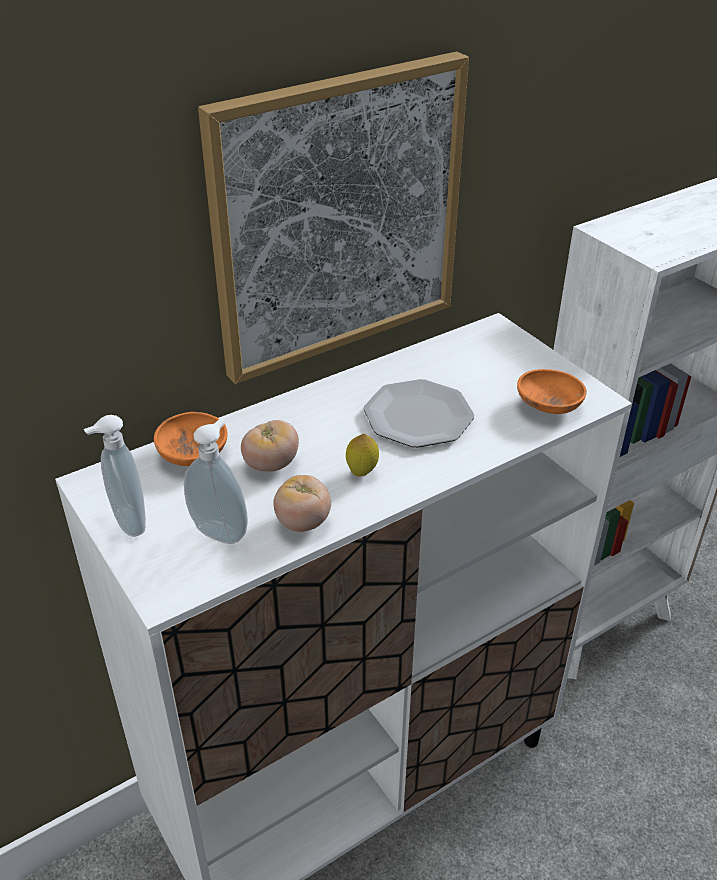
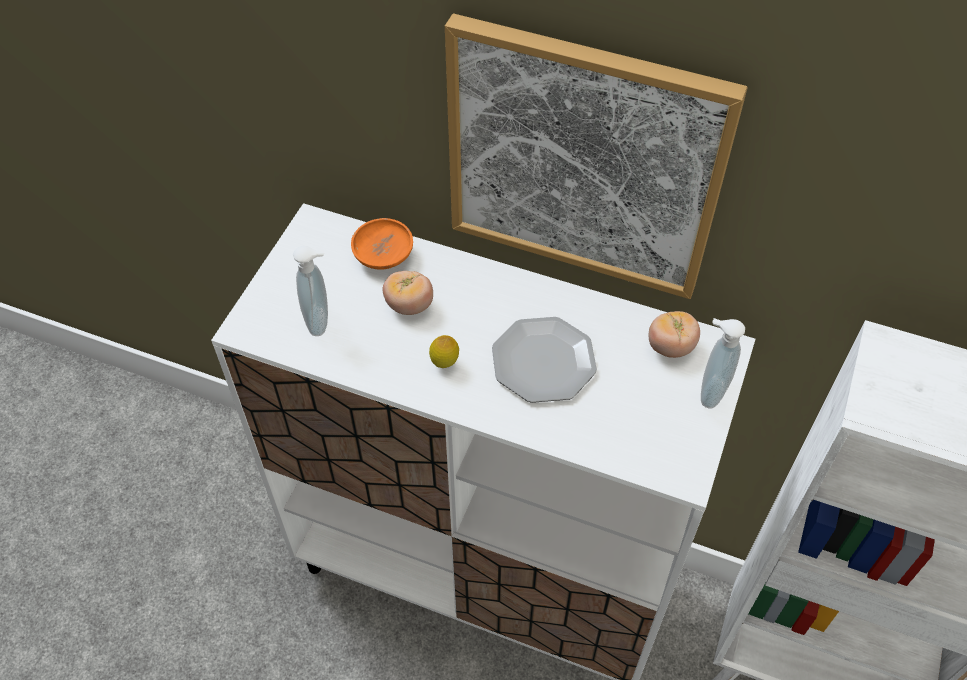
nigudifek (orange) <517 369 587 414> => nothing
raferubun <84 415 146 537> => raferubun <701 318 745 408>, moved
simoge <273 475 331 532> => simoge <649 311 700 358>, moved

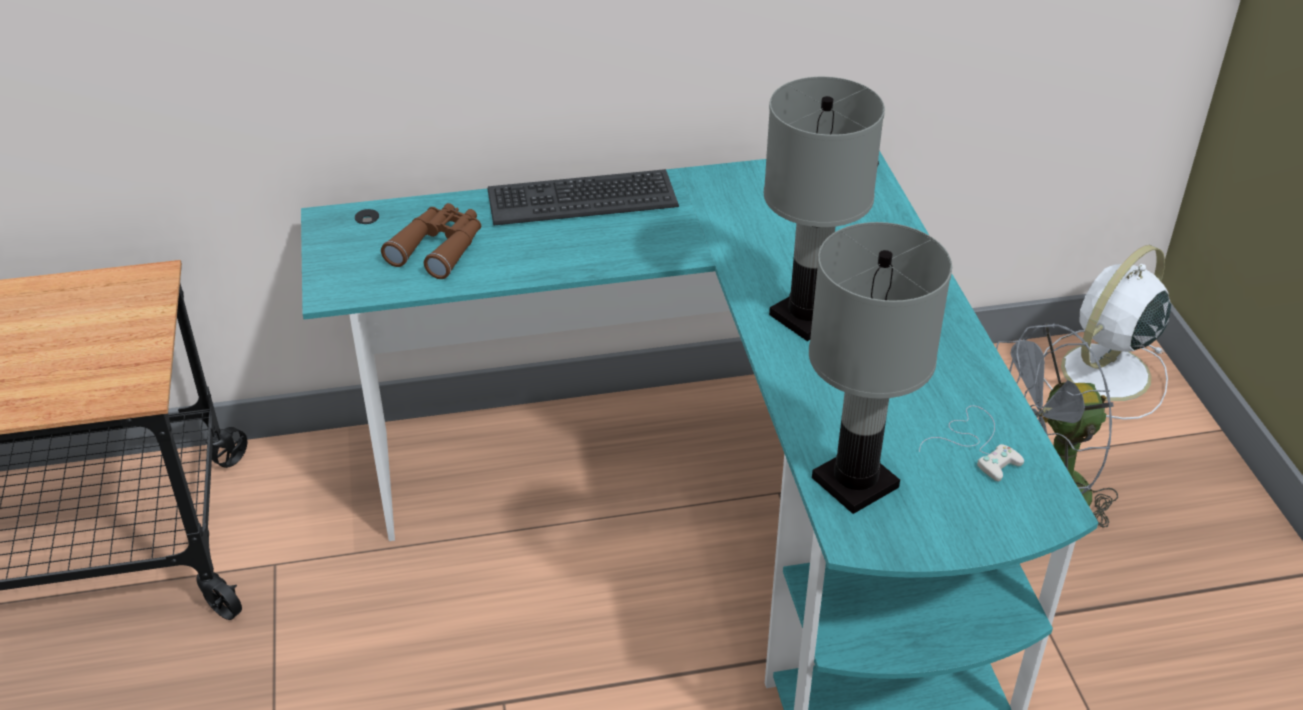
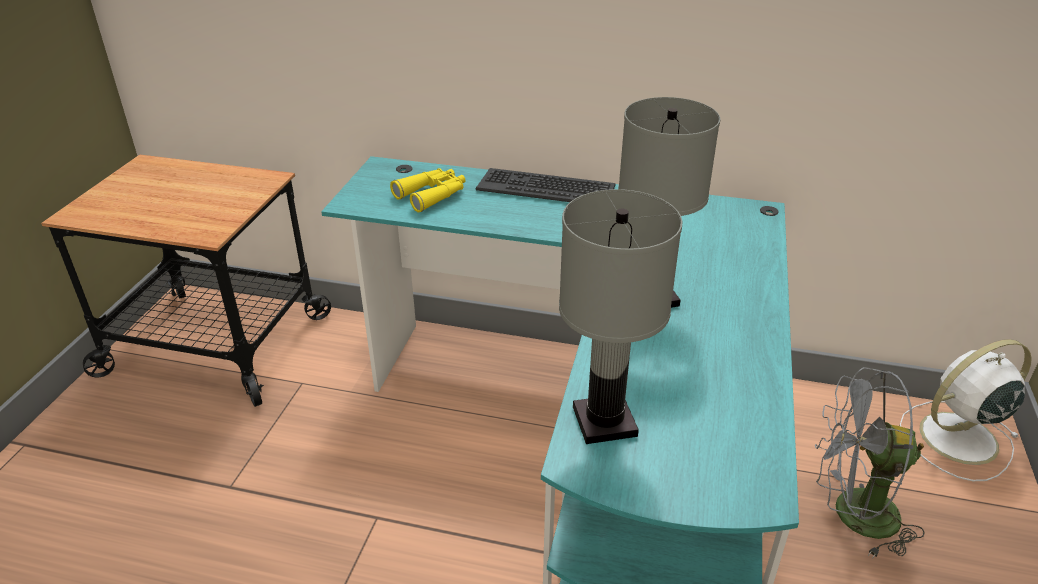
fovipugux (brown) <381 203 481 279> => fovipugux (yellow) <390 168 465 212>
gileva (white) <919 406 1024 481> => nothing

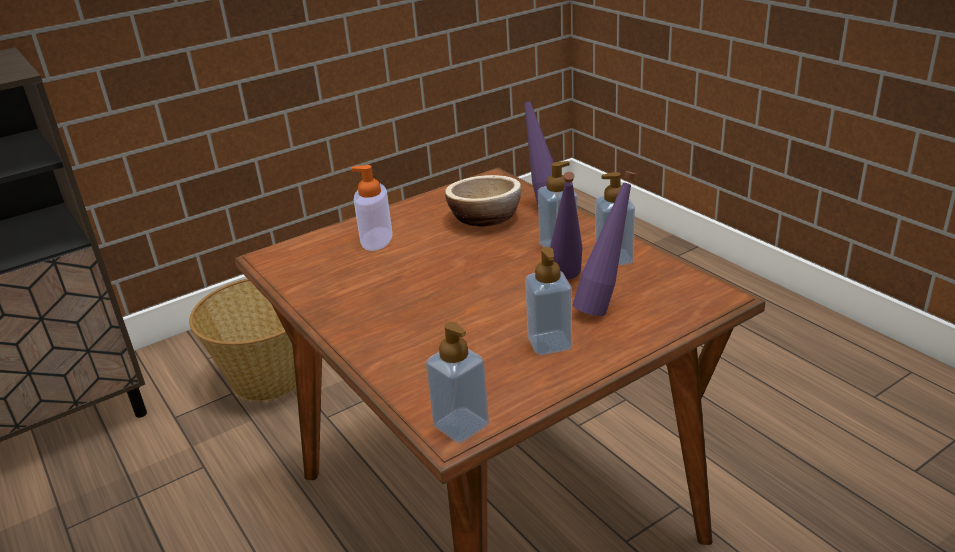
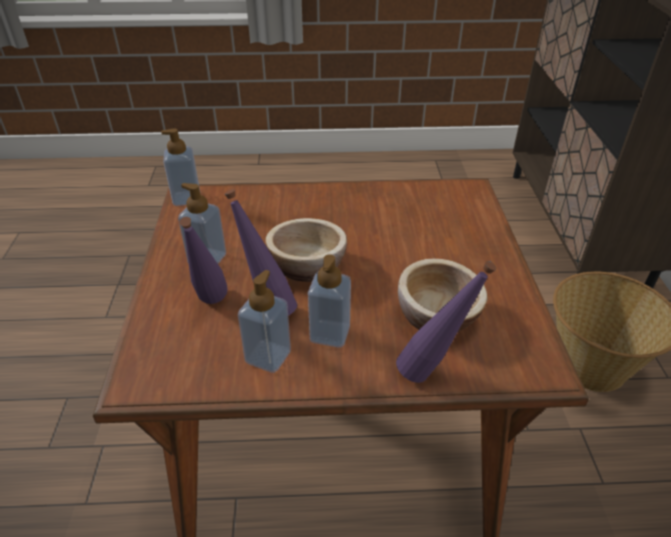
raferubun <352 165 392 251> => nothing
nothing => nigudifek <265 218 347 282>

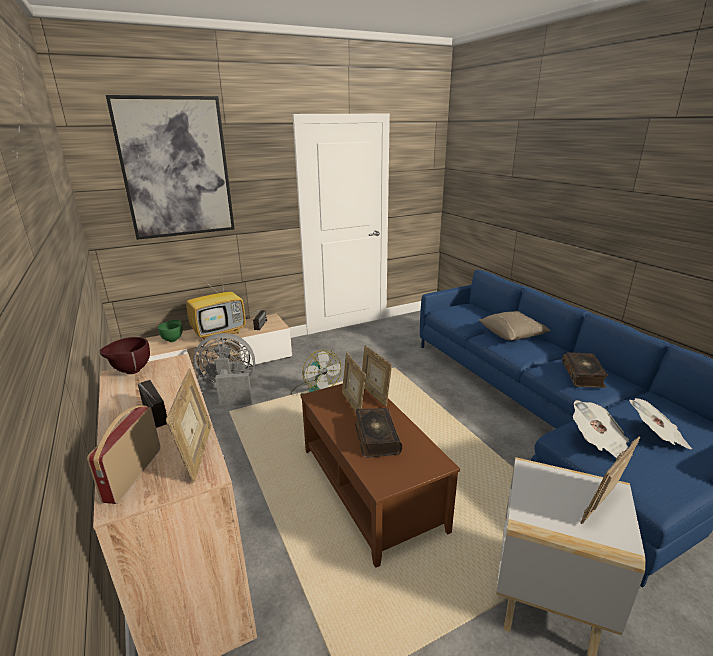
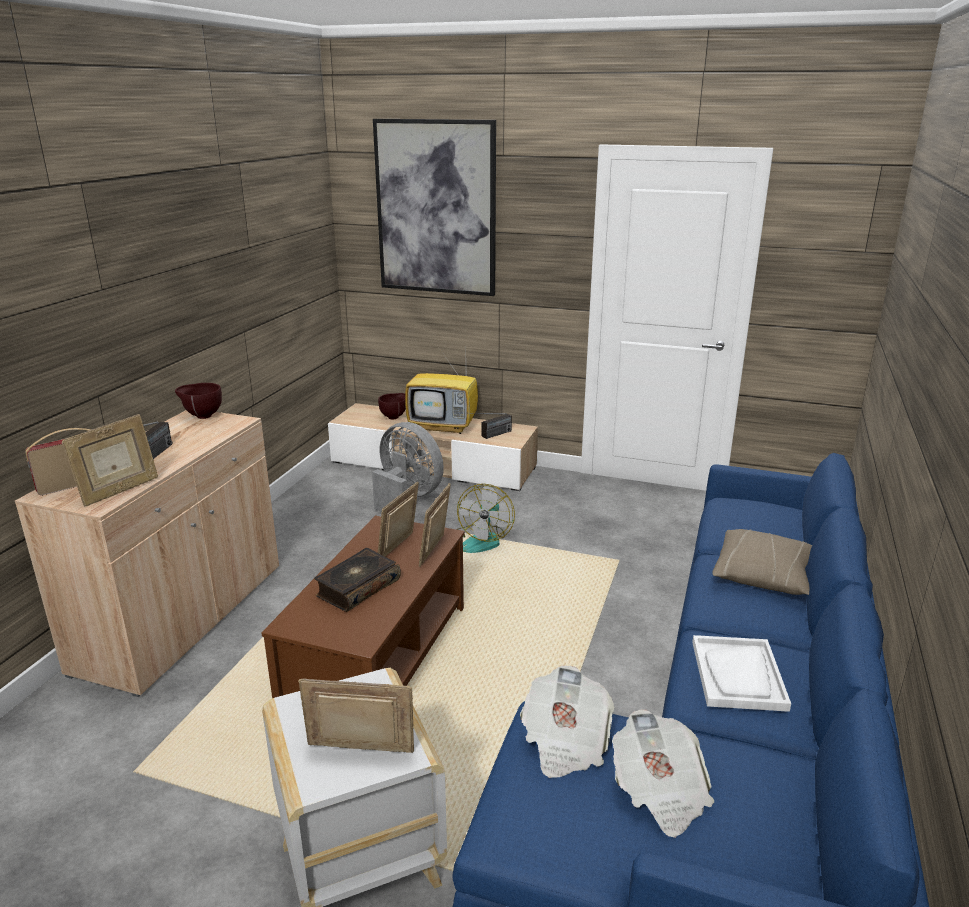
nigudifek (green) <158 320 183 342> => nigudifek (brown) <378 393 406 419>
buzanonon <562 352 608 388> => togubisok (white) <692 635 791 712>

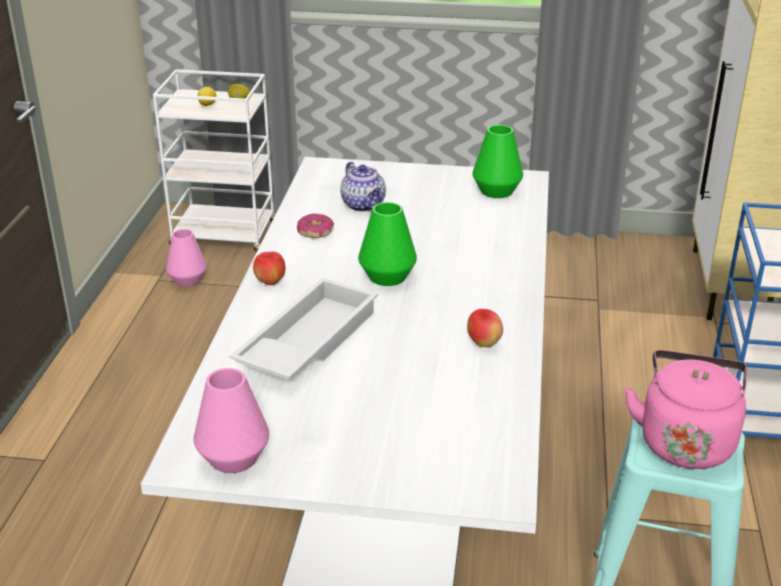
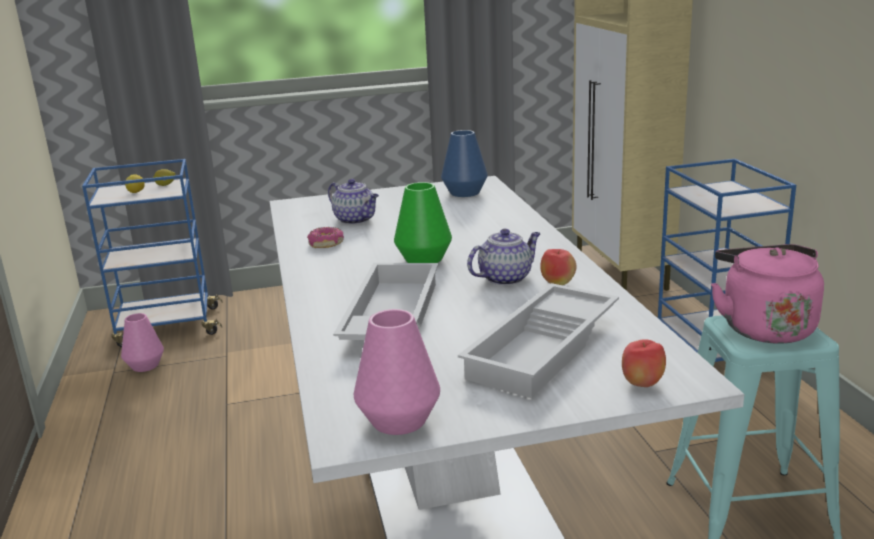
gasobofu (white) <153 69 276 253> => gasobofu (blue) <82 159 223 347>
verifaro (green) <472 125 523 198> => verifaro (blue) <441 130 488 197>
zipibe <253 251 285 285> => zipibe <622 339 666 387>, moved
nothing => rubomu <467 229 541 286>
nothing => togubisok (white) <458 283 619 398>

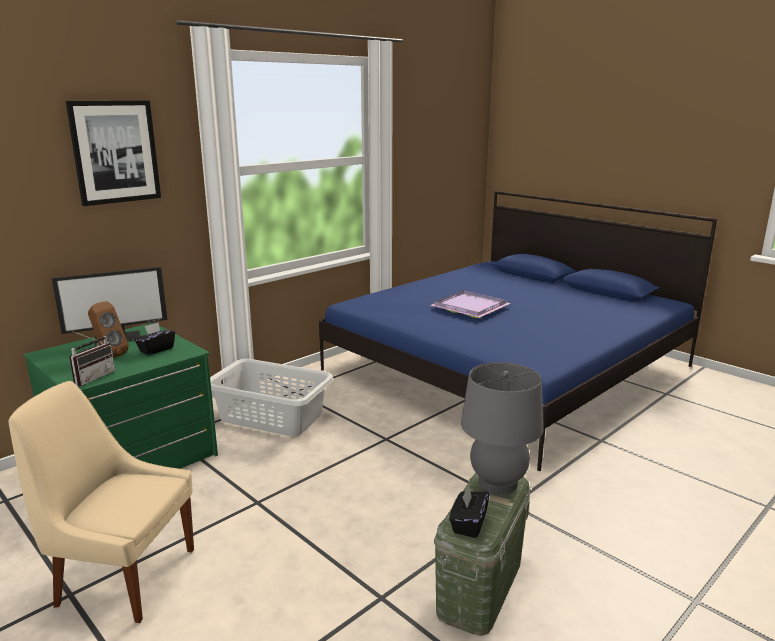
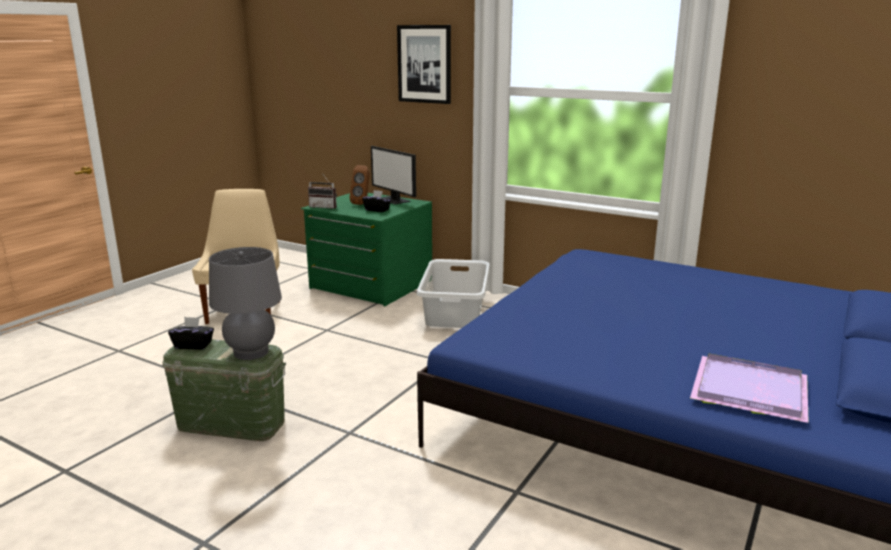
togubisok (purple) <430 290 511 318> => togubisok (purple) <690 353 809 423>, moved

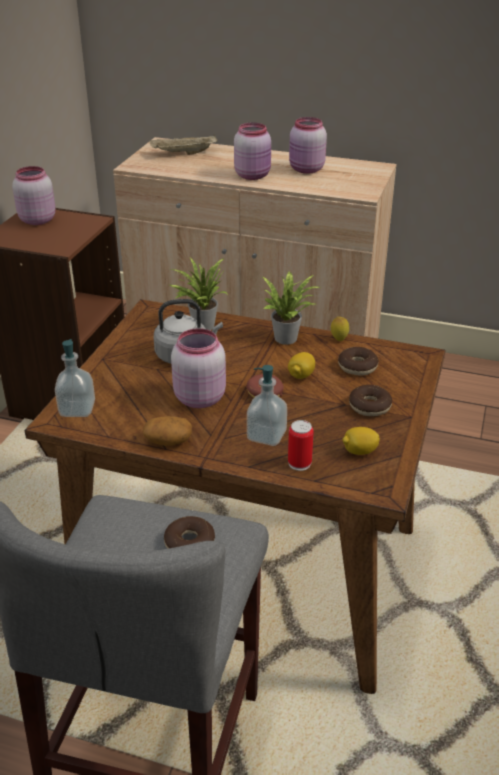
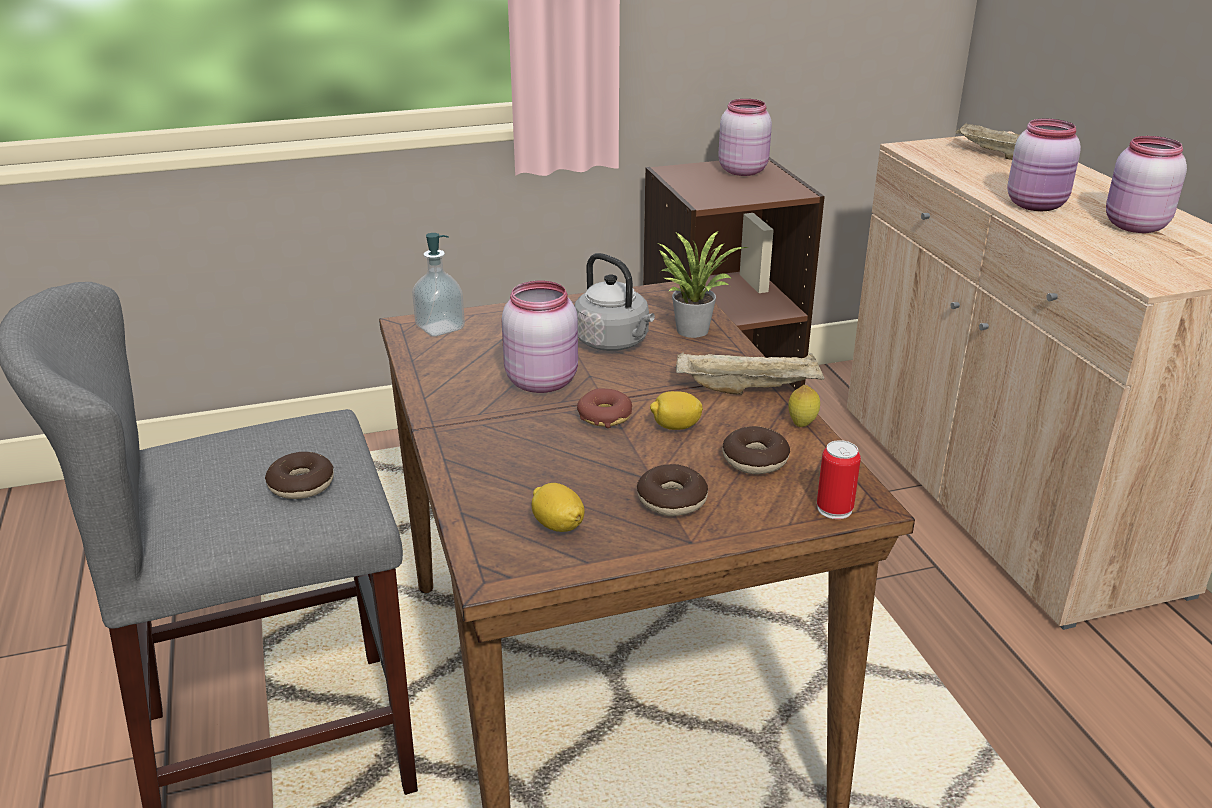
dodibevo <262 272 322 345> => togubisok (beige) <676 351 825 395>
raferubun <247 365 287 446> => nothing
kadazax <143 416 192 446> => nothing
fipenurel <288 420 314 471> => fipenurel <817 440 861 519>, moved

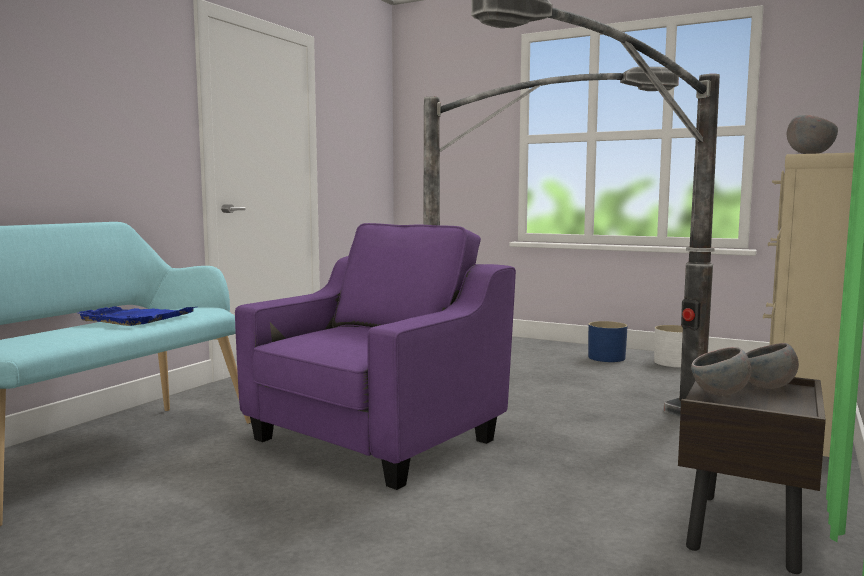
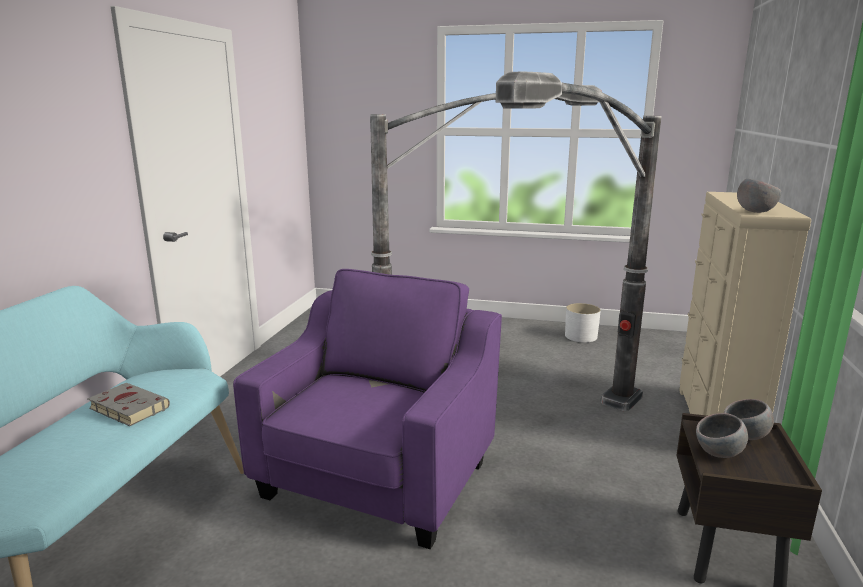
togubisok (blue) <77 306 195 326> => buzanonon (grey) <87 383 170 426>
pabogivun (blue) <588 321 627 362> => nothing

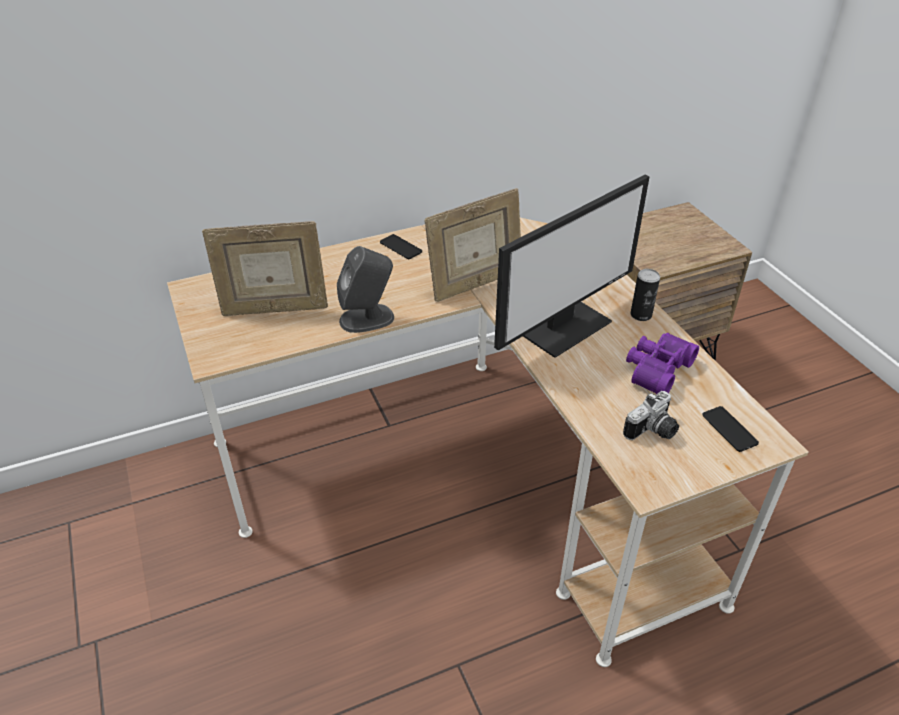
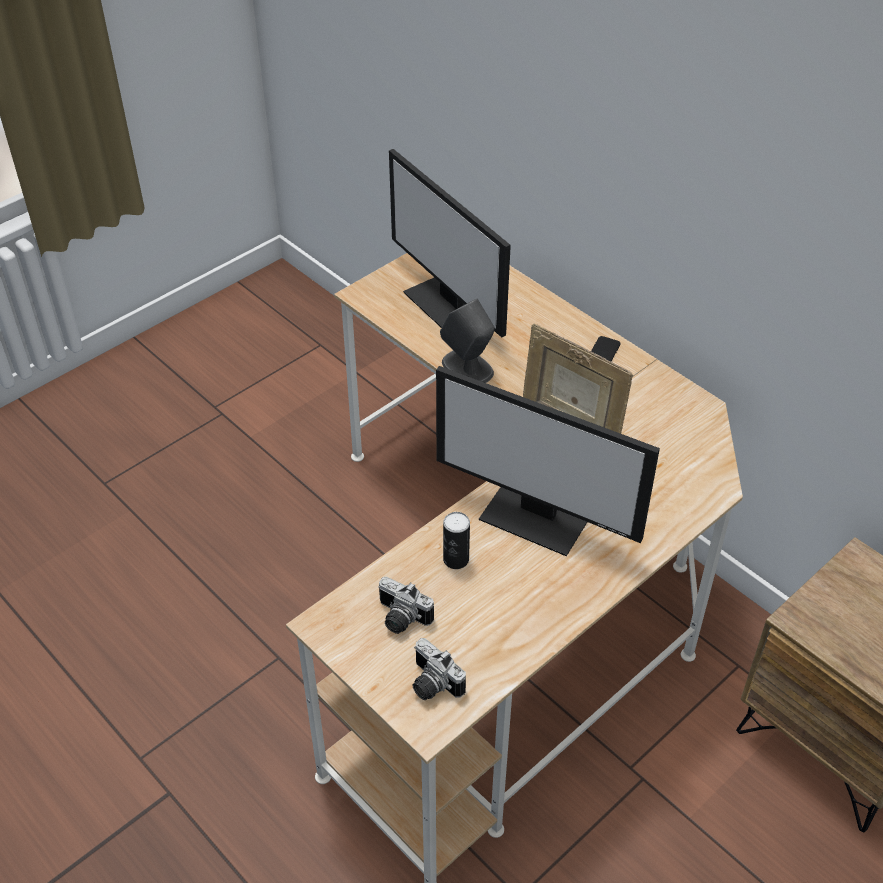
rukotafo <202 221 328 316> => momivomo <389 149 511 338>
fipenurel <630 269 660 321> => fipenurel <443 512 470 569>, moved
fovipugux (purple) <626 333 699 394> => nothing
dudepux <702 406 759 452> => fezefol <413 638 466 700>

